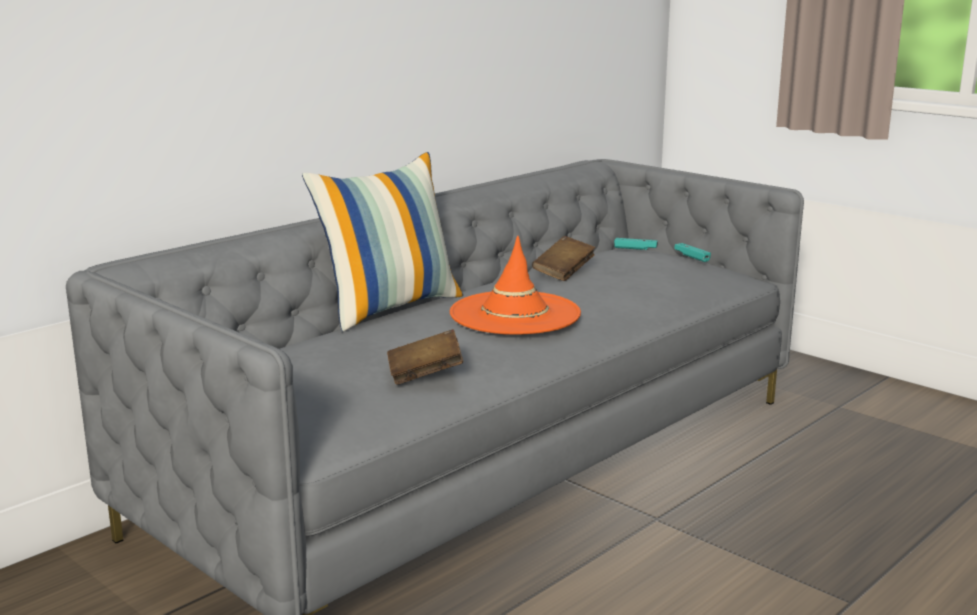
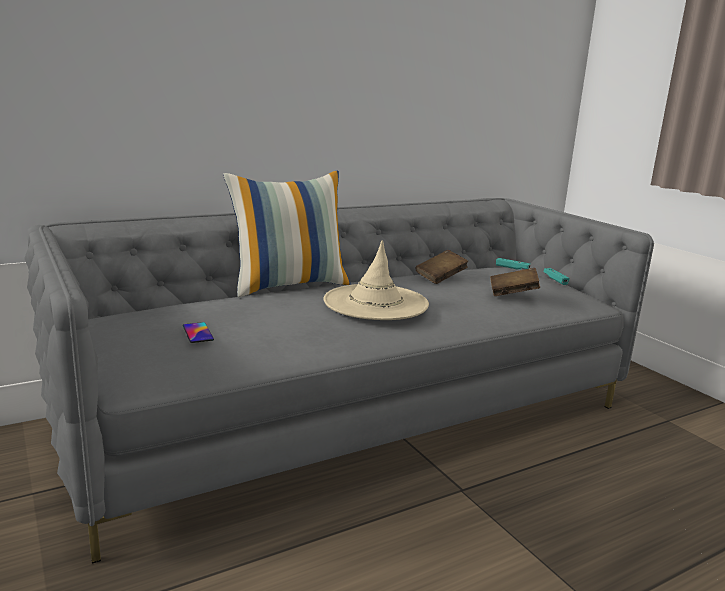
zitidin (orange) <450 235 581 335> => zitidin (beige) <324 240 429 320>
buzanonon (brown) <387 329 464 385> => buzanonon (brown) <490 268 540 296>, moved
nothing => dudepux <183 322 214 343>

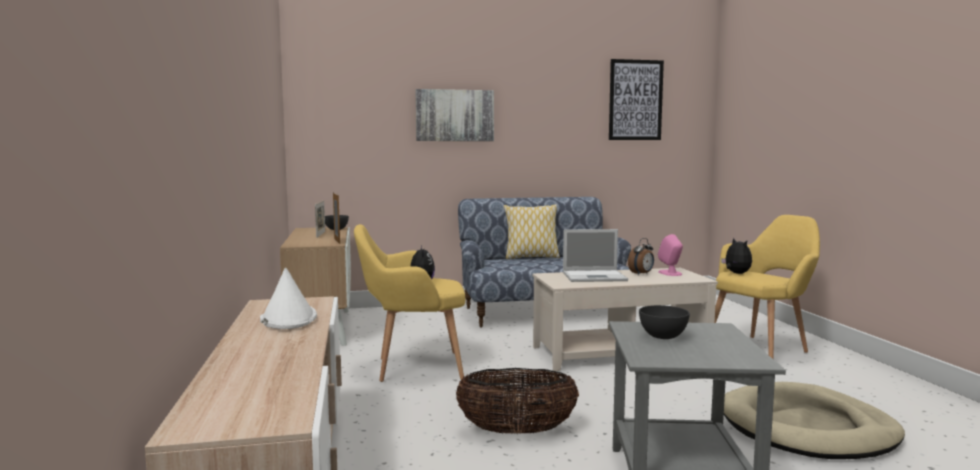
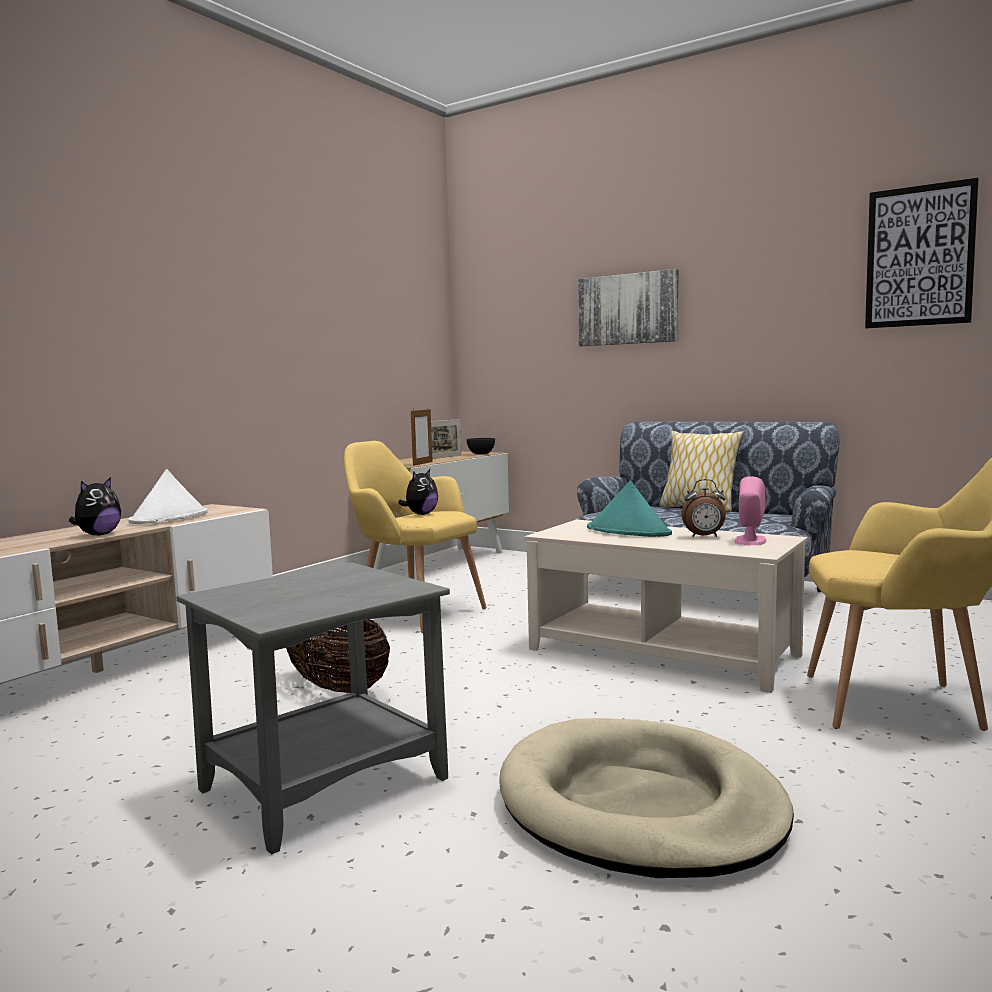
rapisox <563 229 628 282> => zitidin (turquoise) <587 481 672 537>
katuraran <721 238 752 274> => katuraran <69 477 121 535>, moved
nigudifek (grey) <639 305 690 339> => nothing

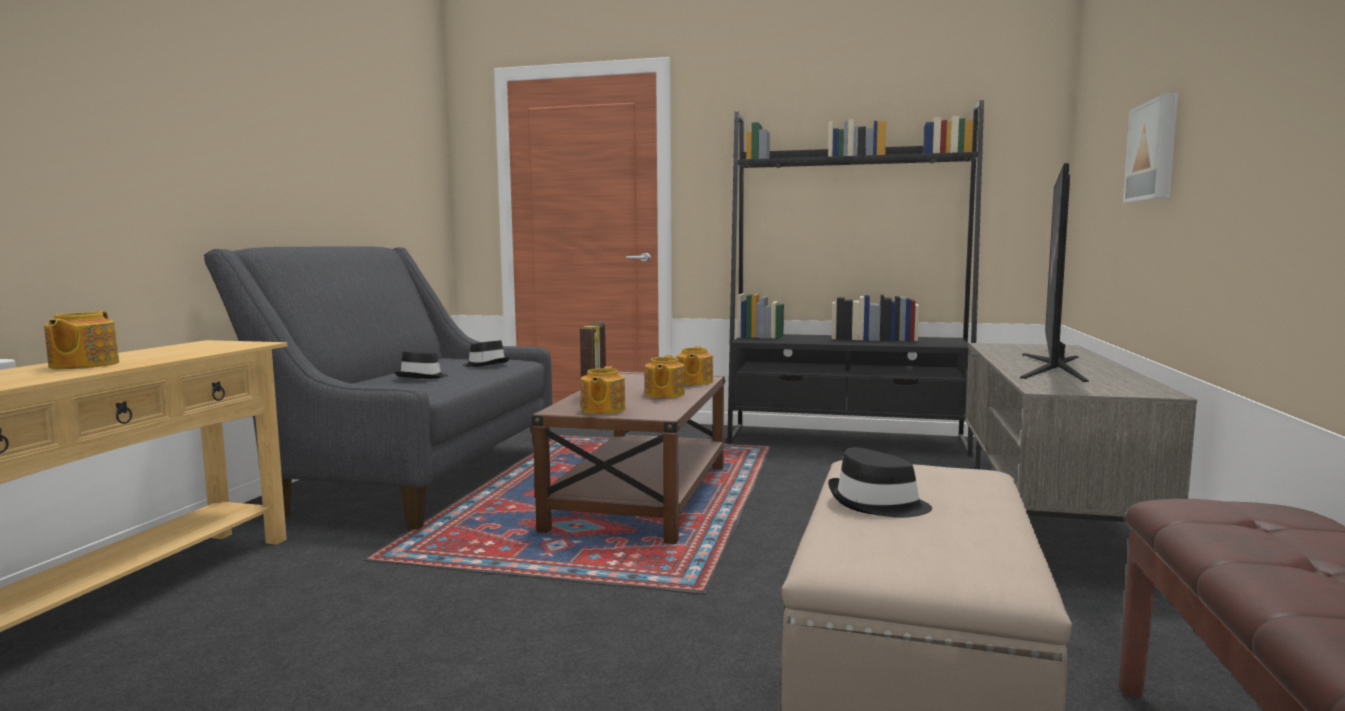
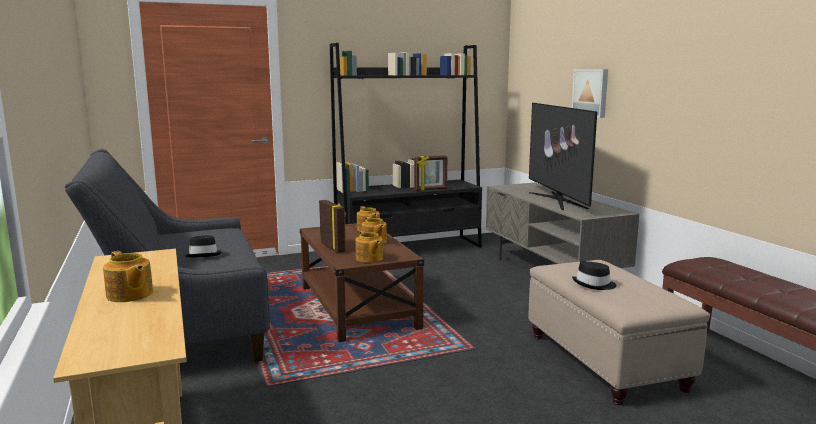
zitidin (black) <462 340 510 367> => nothing
nothing => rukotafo <414 155 447 191>

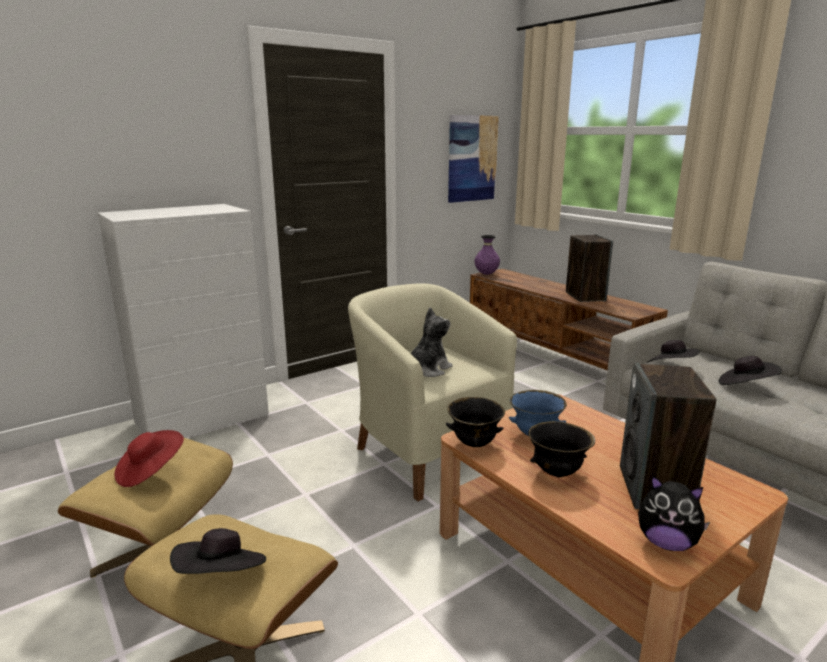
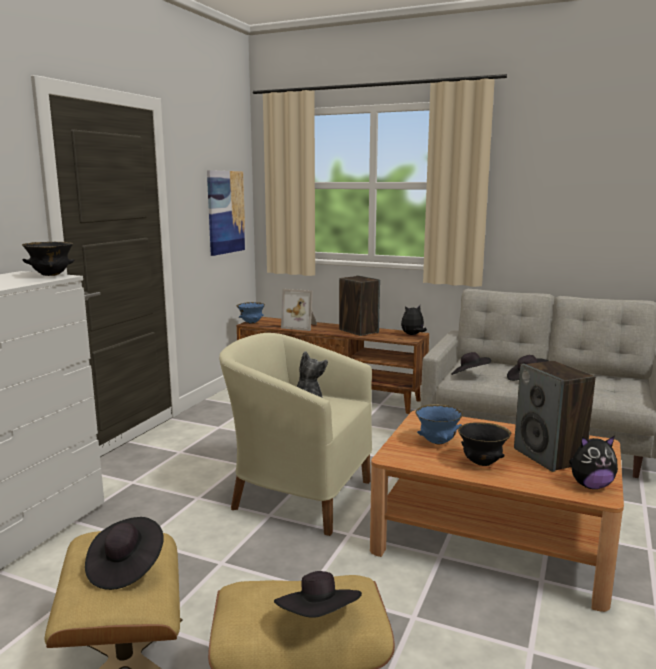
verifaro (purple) <474 235 500 275> => nigudifek (blue) <237 302 265 324>
nigudifek (black) <446 397 505 447> => nigudifek (black) <22 242 74 276>, moved
zitidin (red) <114 430 184 487> => zitidin (black) <85 517 164 590>
nothing => rukotafo <281 289 317 331>
nothing => katuraran <401 305 427 335>

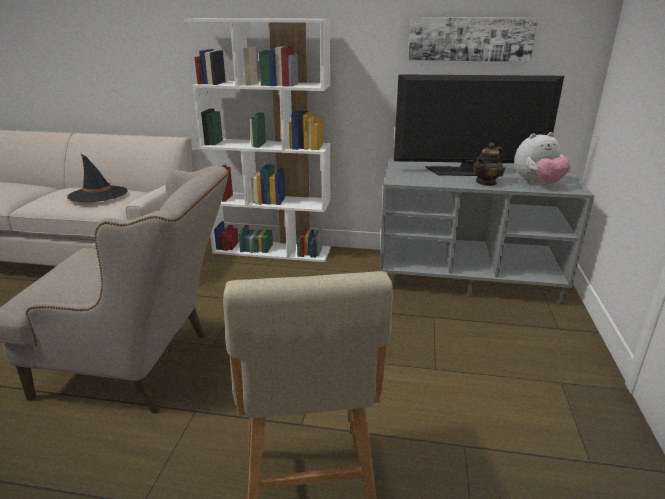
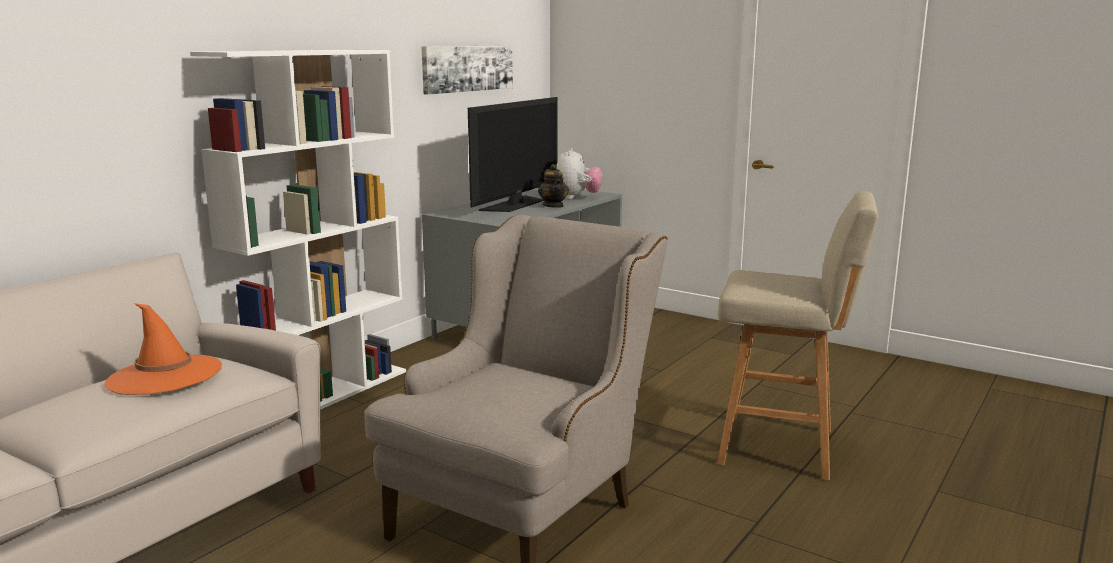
zitidin (black) <67 153 128 202> => zitidin (orange) <104 303 222 395>

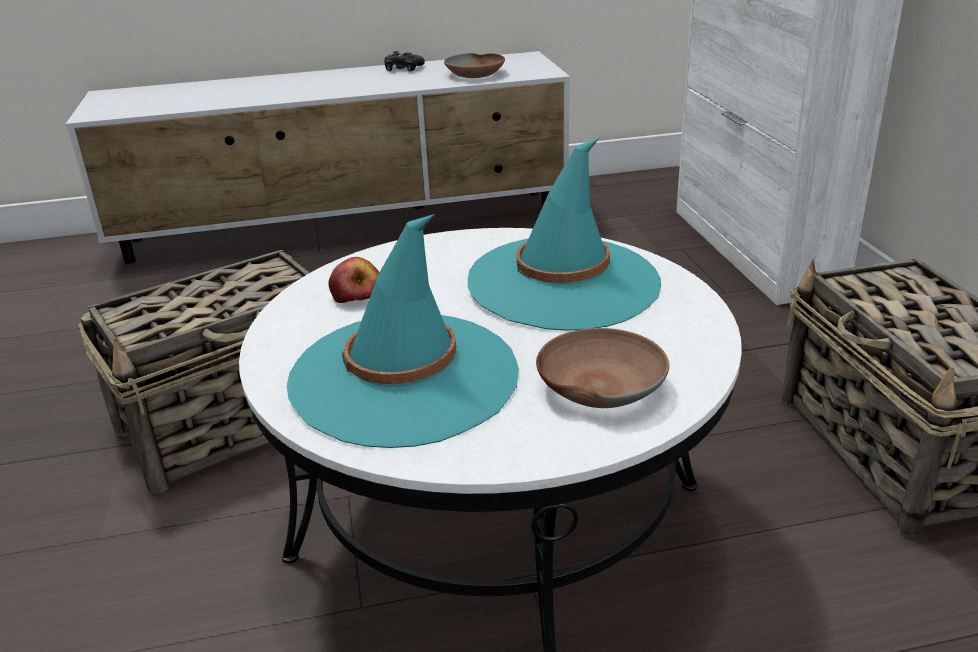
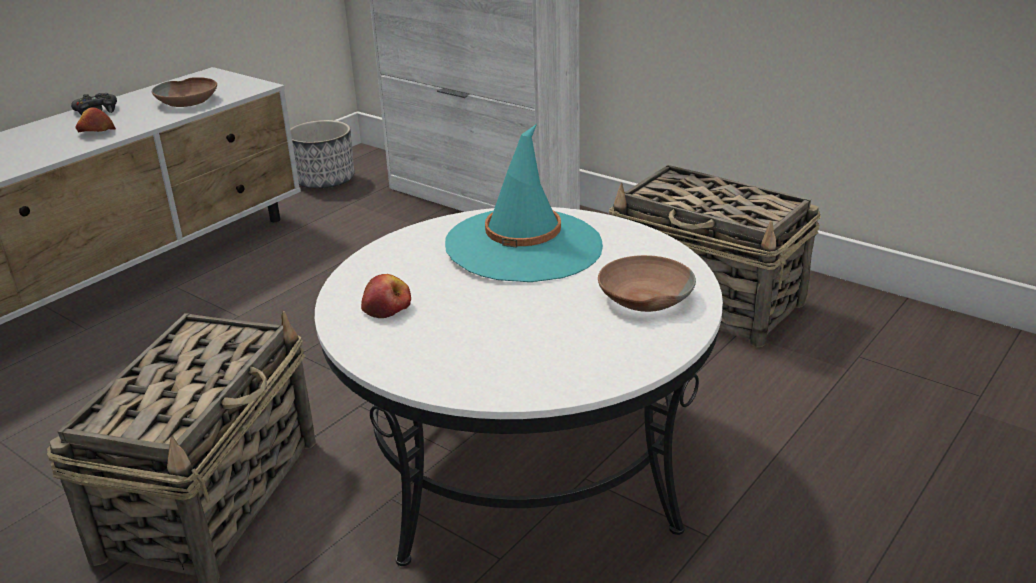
zitidin (turquoise) <287 214 519 448> => nothing
nothing => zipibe <75 107 116 132>
nothing => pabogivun <290 120 354 188>

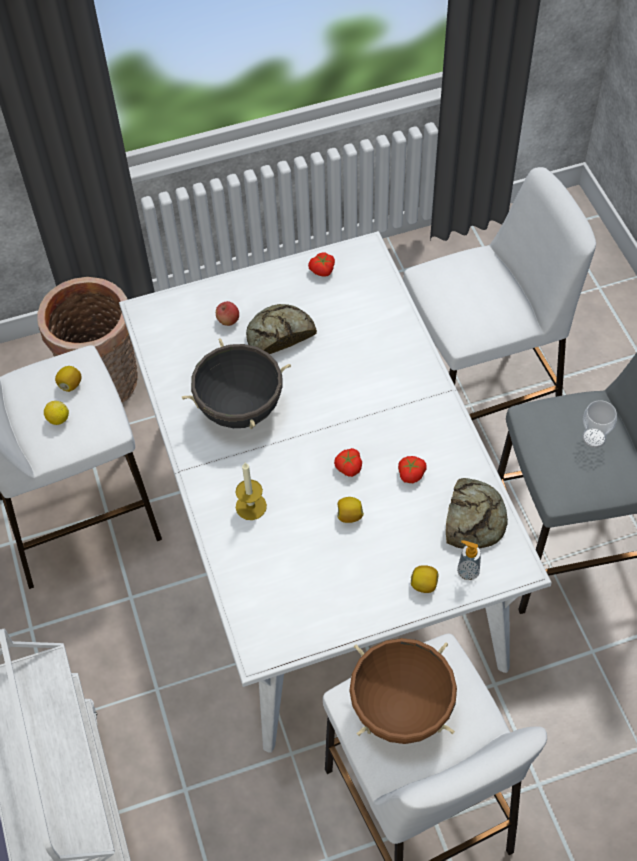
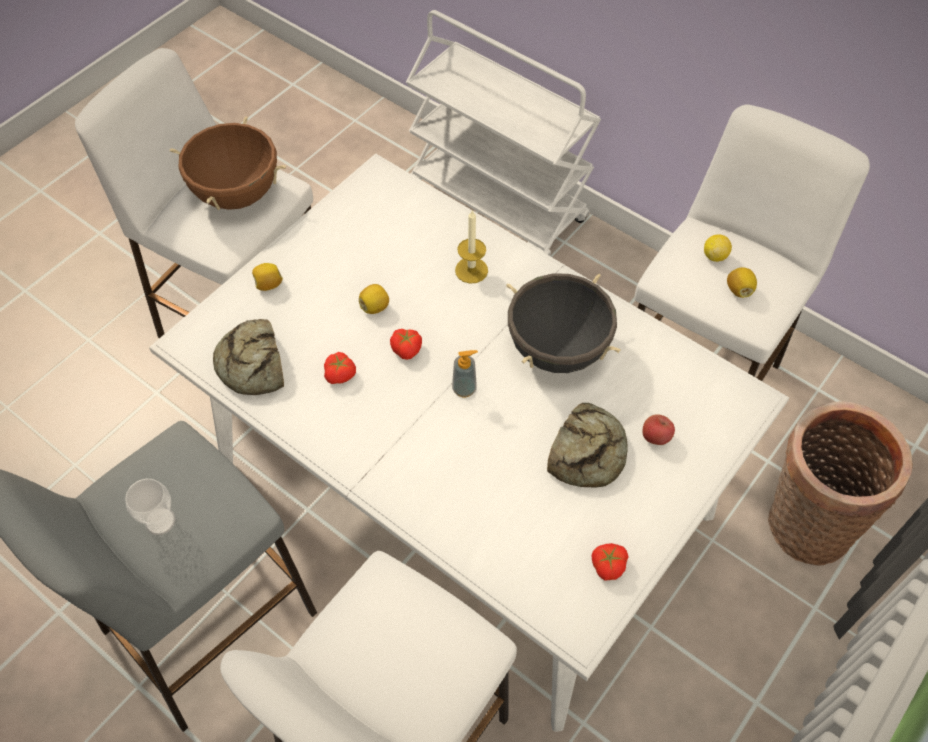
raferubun <457 540 481 580> => raferubun <452 350 478 397>, moved

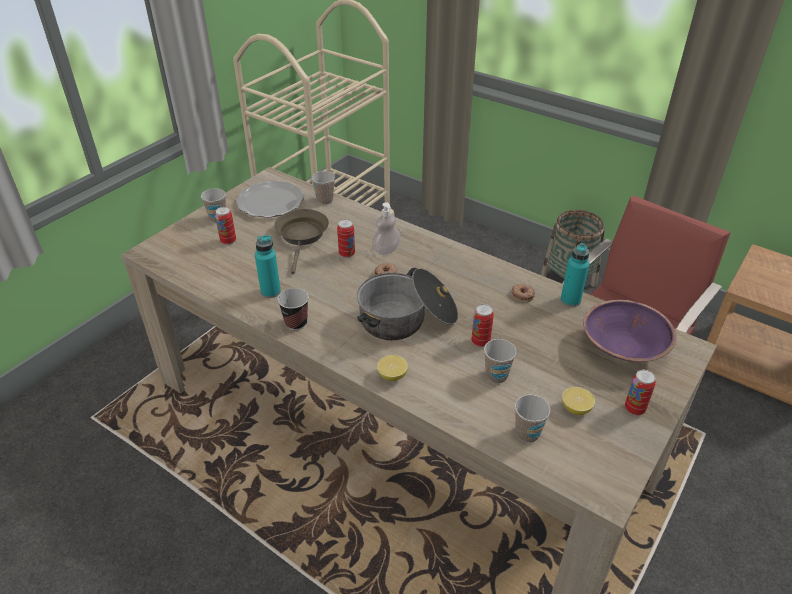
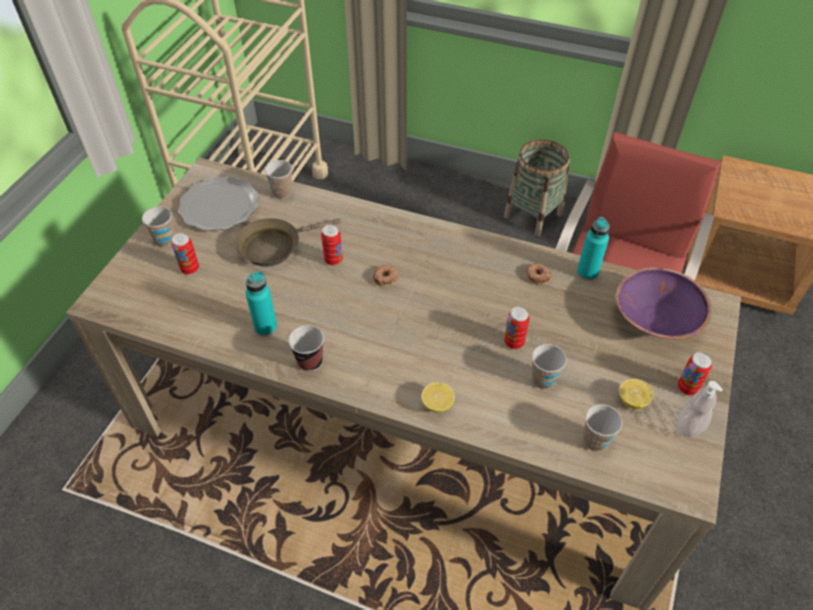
raferubun <372 202 401 255> => raferubun <677 381 723 437>, moved
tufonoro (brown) <274 209 329 274> => tufonoro (brown) <235 218 341 267>, 105 degrees counterclockwise
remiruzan <357 268 458 340> => nothing

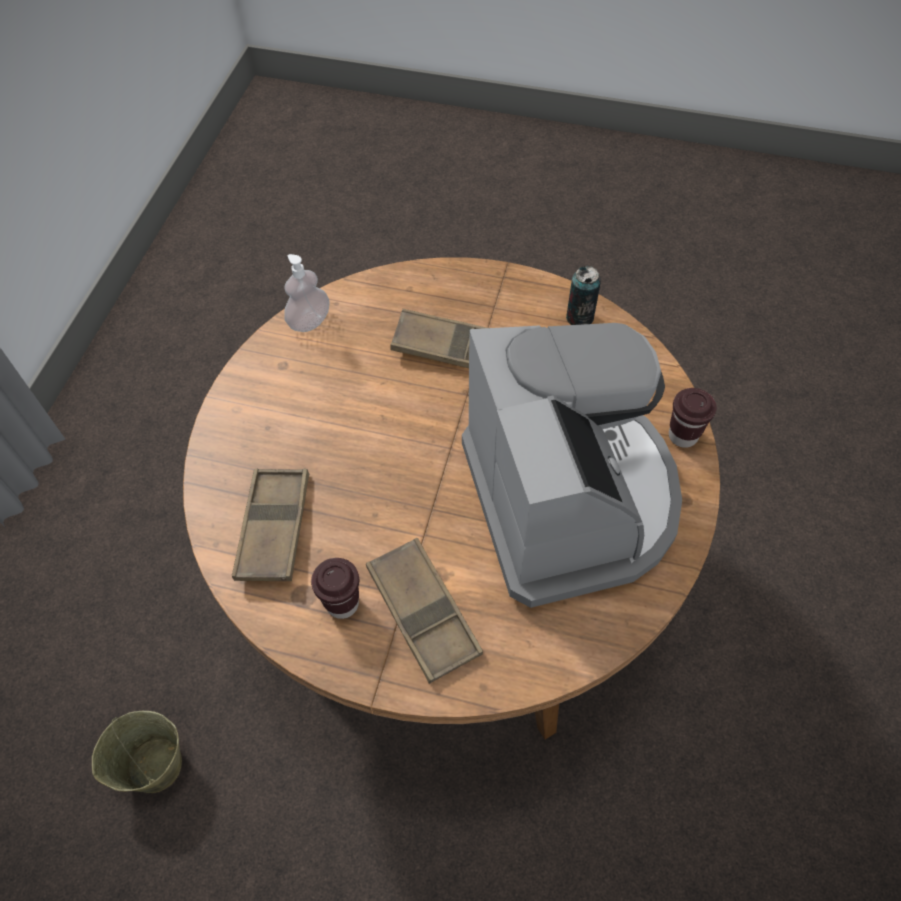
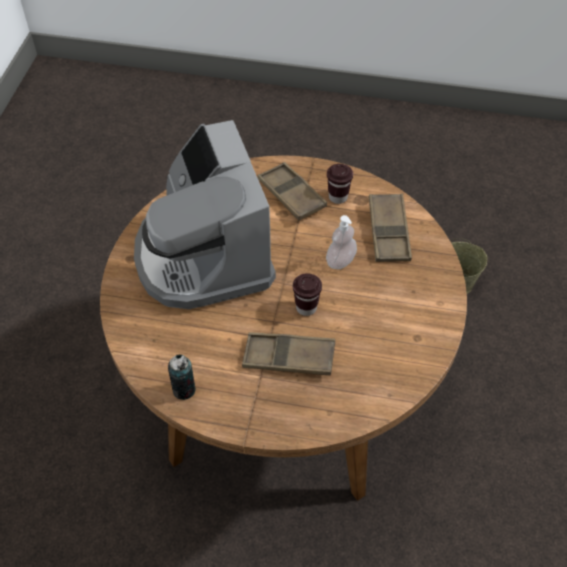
raferubun <284 254 330 332> => raferubun <326 215 357 269>, moved
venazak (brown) <669 388 717 448> => venazak (brown) <293 273 322 316>, moved

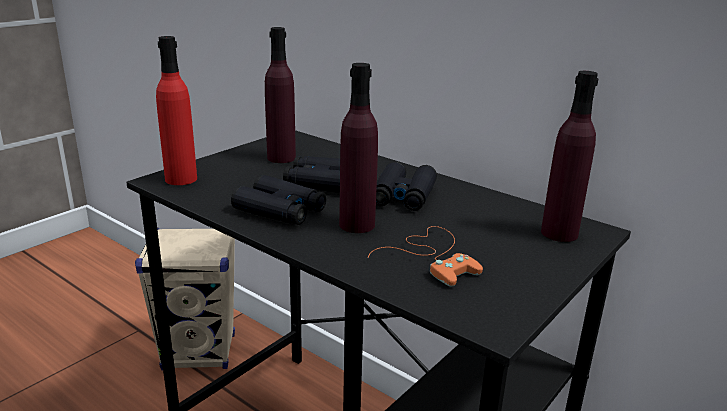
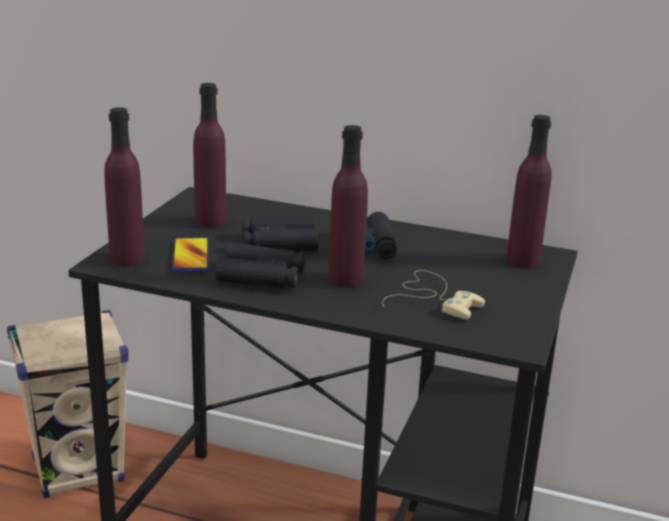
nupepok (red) <156 36 197 185> => nupepok (purple) <104 107 145 267>
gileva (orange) <368 226 483 287> => gileva (beige) <382 270 485 320>
nothing => dudepux <172 237 209 272>

